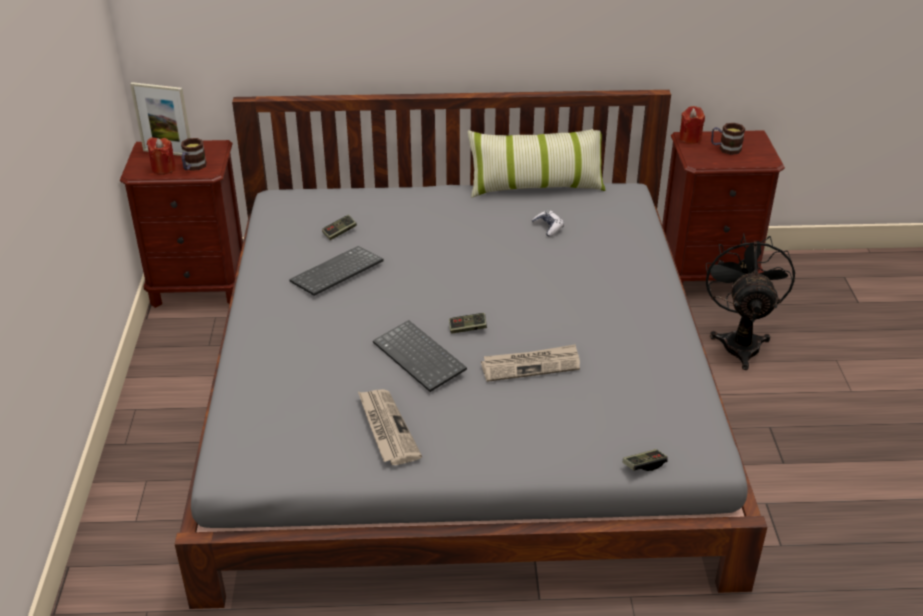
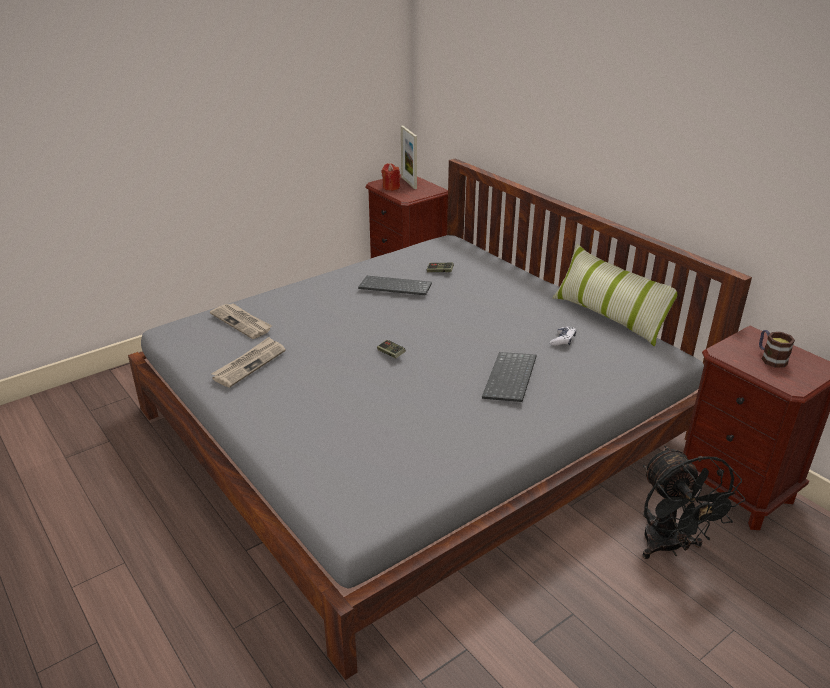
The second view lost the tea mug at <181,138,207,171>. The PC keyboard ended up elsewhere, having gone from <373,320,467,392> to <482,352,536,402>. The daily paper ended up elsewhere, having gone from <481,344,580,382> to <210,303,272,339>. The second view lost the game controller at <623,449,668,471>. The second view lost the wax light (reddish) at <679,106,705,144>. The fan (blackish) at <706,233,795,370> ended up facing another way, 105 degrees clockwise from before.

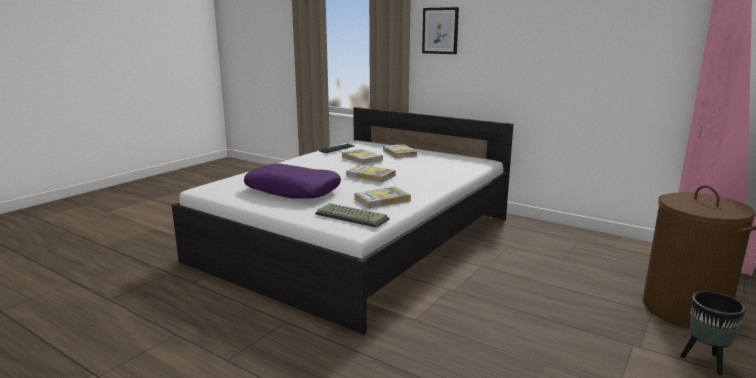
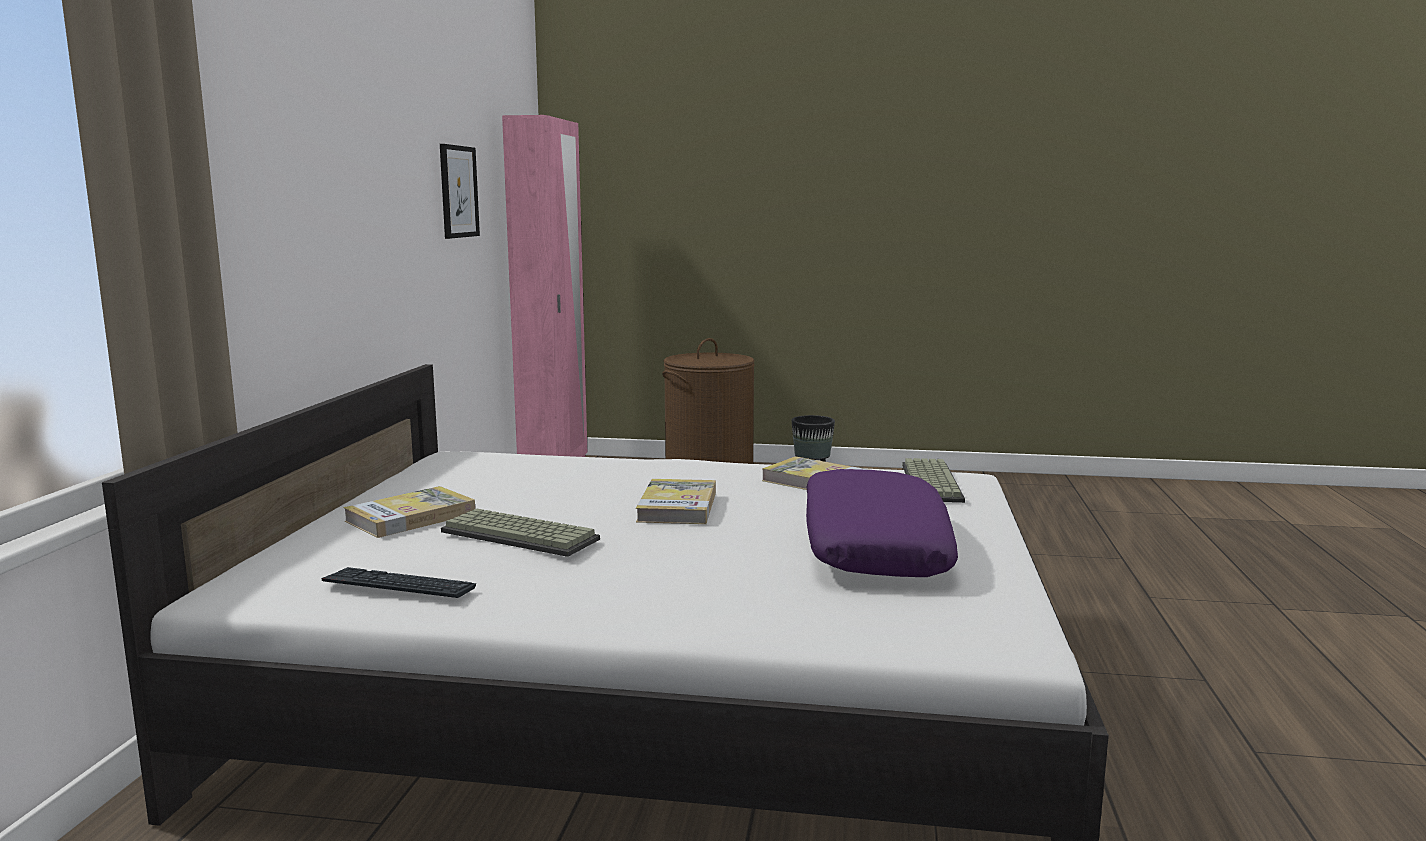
Where the book stood at <342,149,383,164>, the PC keyboard came to stand at <441,509,600,557>. The wall picture ended up elsewhere, having gone from <422,7,459,54> to <440,144,480,239>.

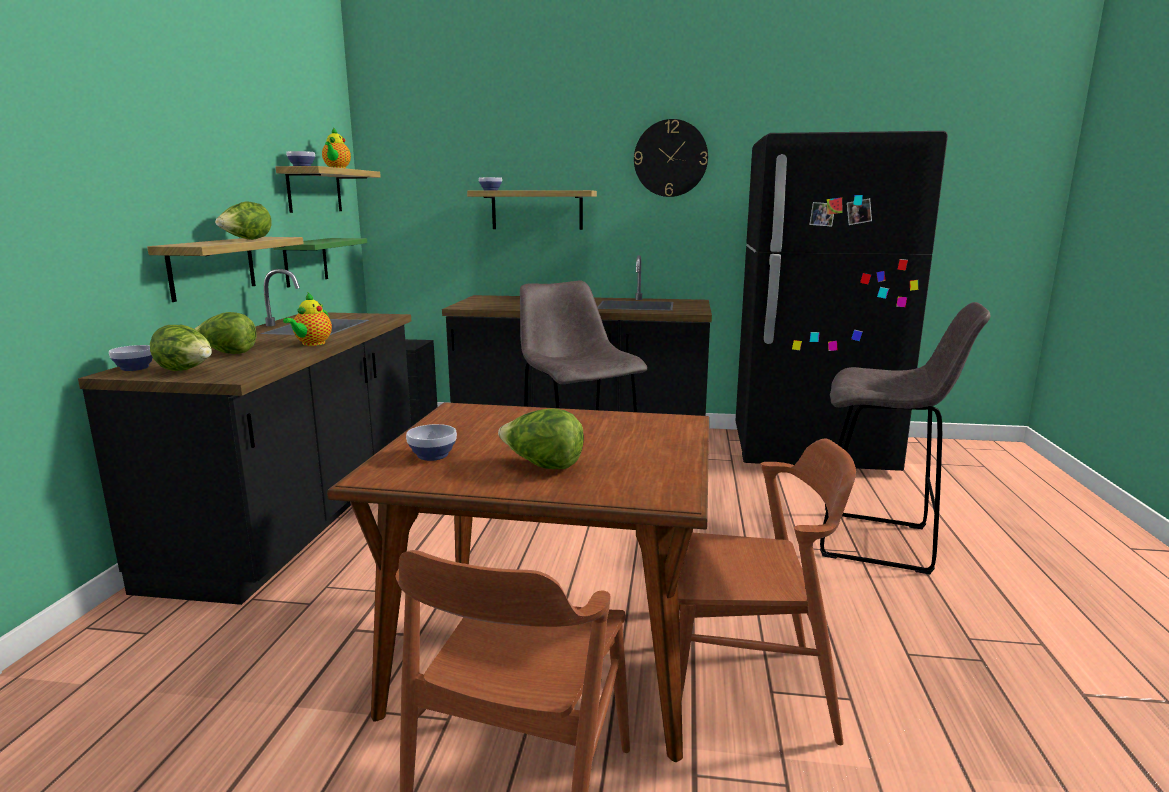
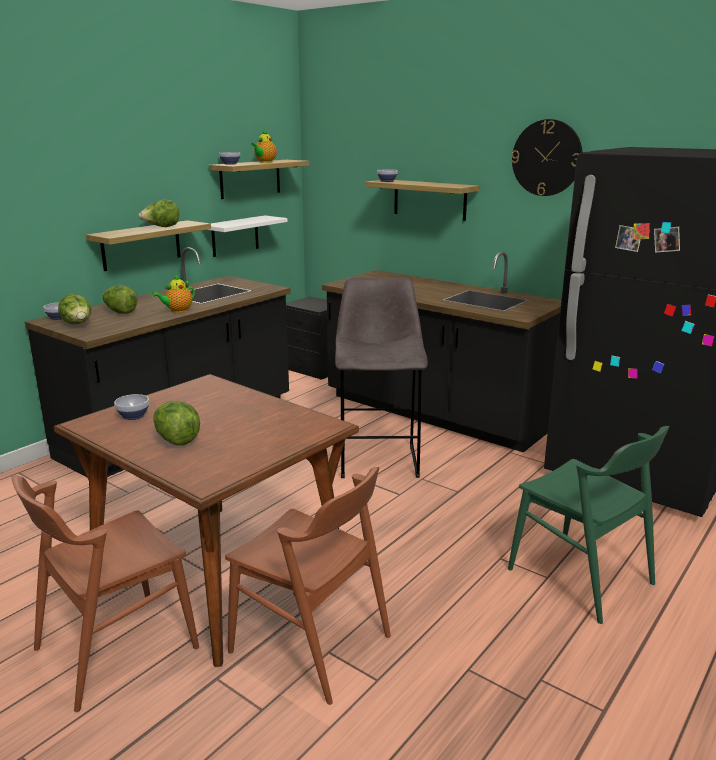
What was the wall shelf (greenish) at <273,238,367,288> turned into the wall shelf (white) at <207,215,288,257>. Where the sitting stool (grey) stood at <820,302,990,574>, the plain chair (greenish) came to stand at <508,426,669,624>.

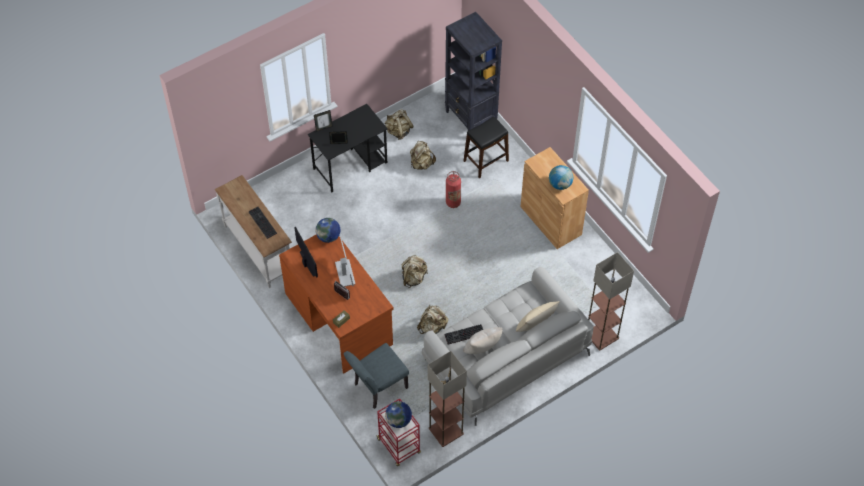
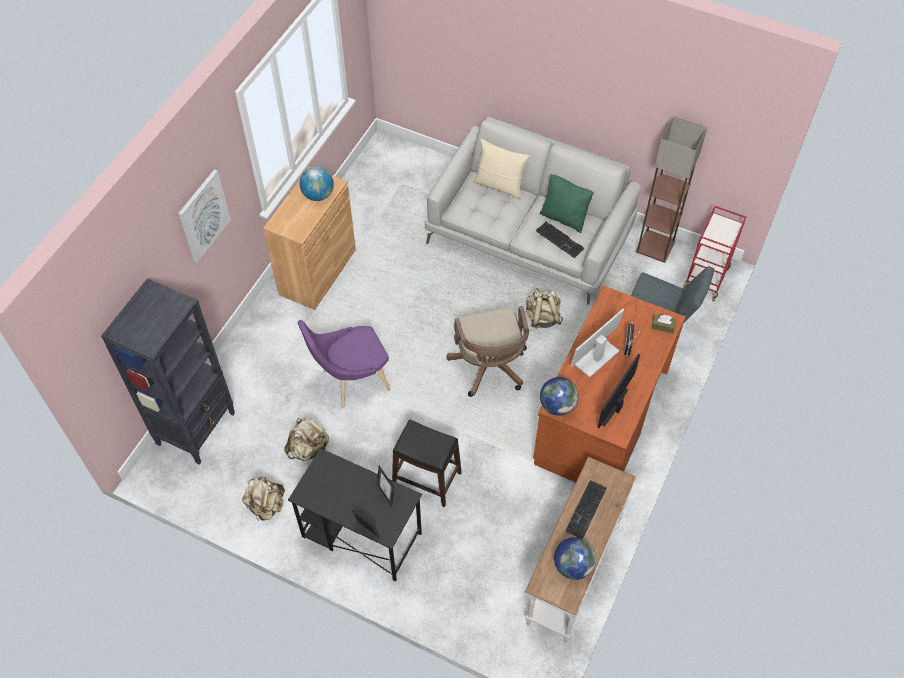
The desk globe ended up elsewhere, having gone from <385,401,412,428> to <554,537,596,580>. Where the knapsack (beige) stood at <402,255,428,288>, the office chair (brownish) came to stand at <446,306,529,397>. Where the extinguisher stood at <446,171,461,208>, the plain chair (purple-coloured) came to stand at <298,320,391,408>. The sitting stool (blackish) ended up elsewhere, having gone from <463,116,509,178> to <392,419,462,507>. What was the cushion (beige) at <463,327,503,354> turned into the cushion (greenish) at <540,174,594,233>. The second view lost the floor lamp at <588,252,634,351>. The second view gained the wall picture at <178,169,231,262>.

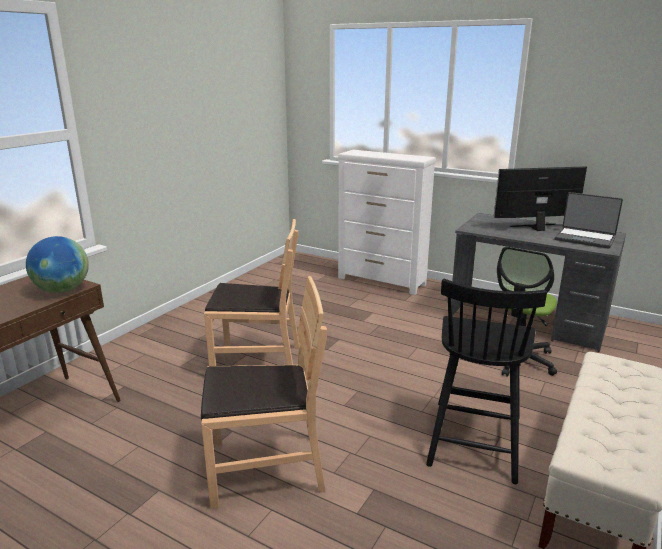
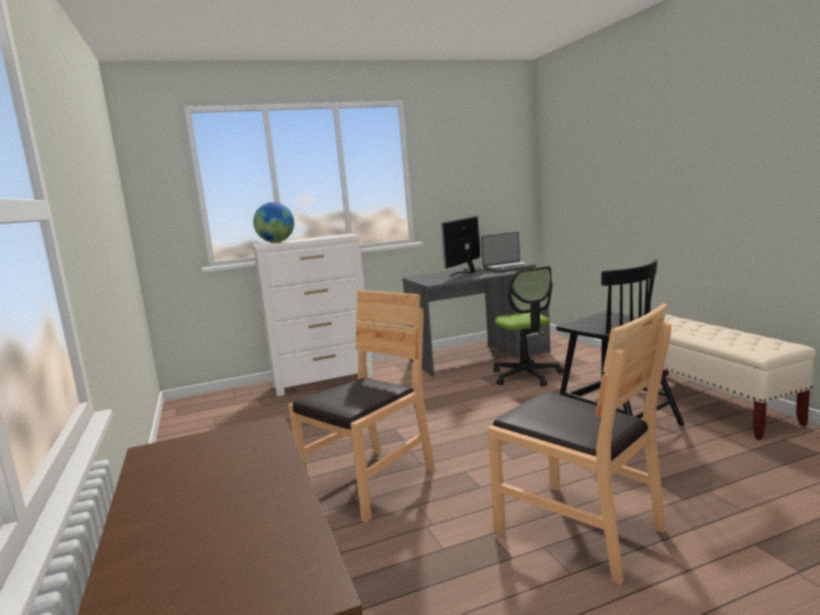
The desk globe ended up elsewhere, having gone from <26,236,89,293> to <253,202,294,242>. The plain chair (brownish) at <201,276,327,509> ended up facing another way, 105 degrees clockwise from before.

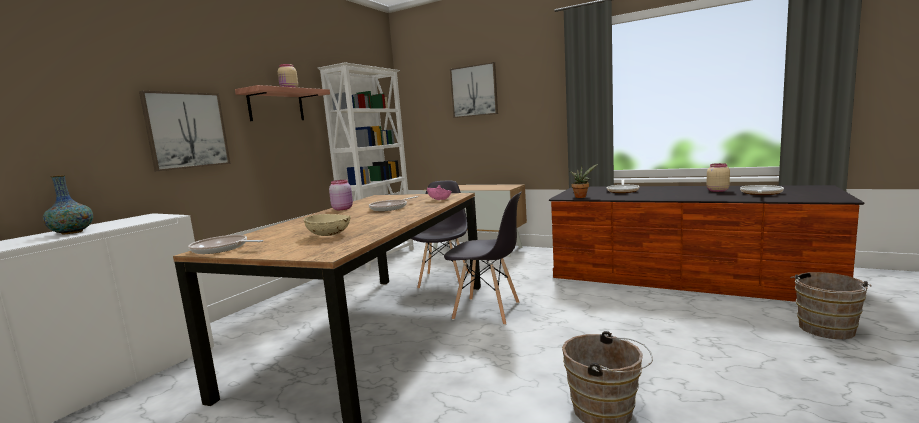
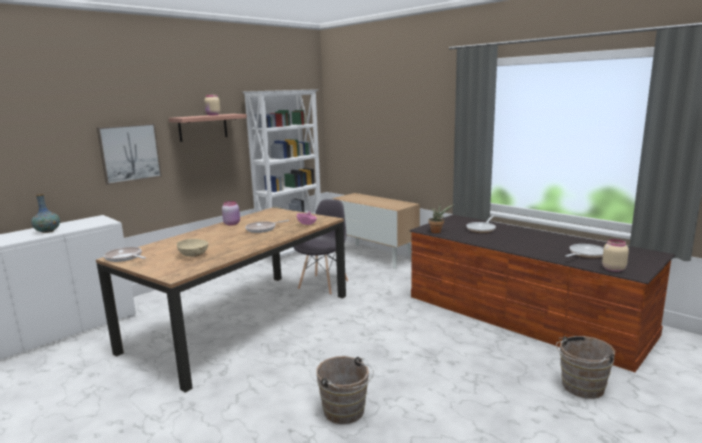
The second view lost the plain chair (grey) at <444,191,522,325>. The second view lost the wall picture at <450,62,498,118>. The jar (beige) ended up elsewhere, having gone from <706,163,730,192> to <602,239,629,272>.

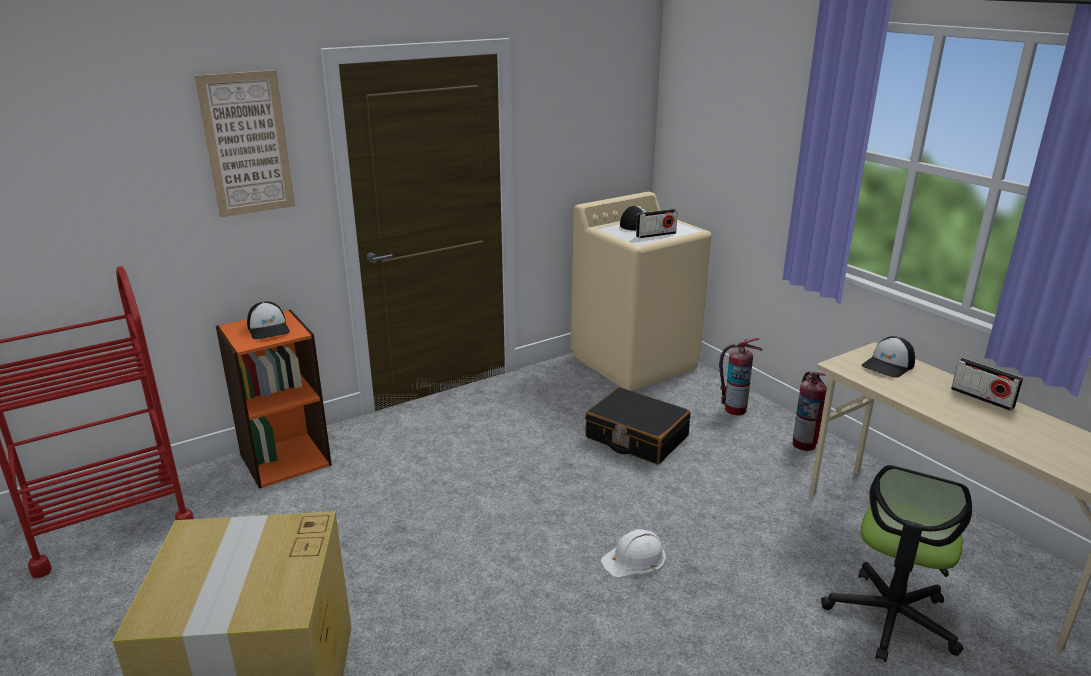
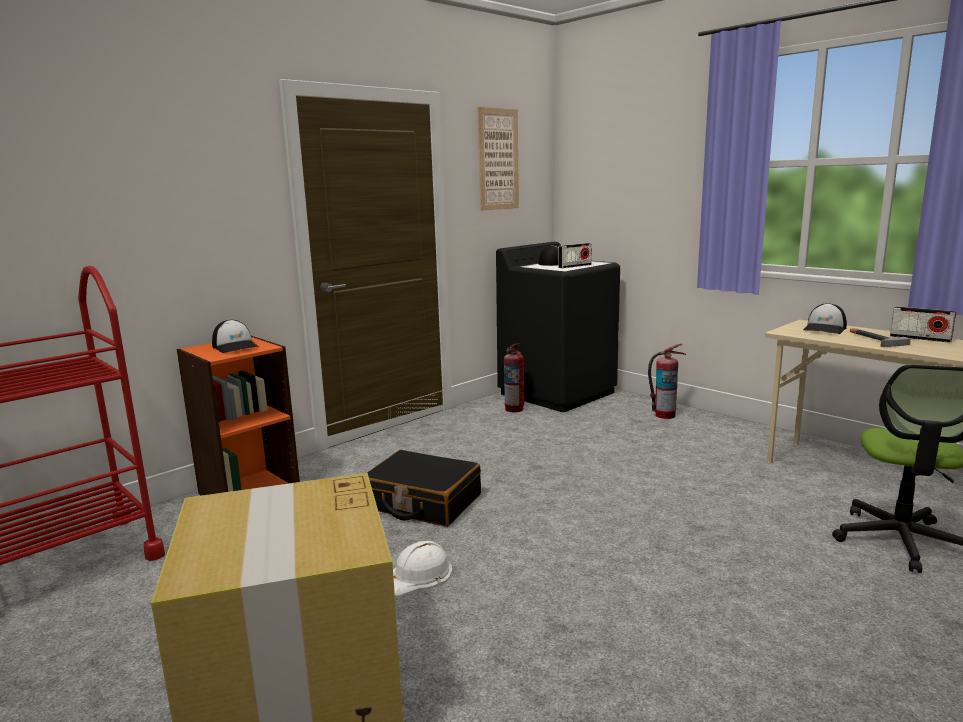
The wall picture ended up elsewhere, having gone from <194,70,295,218> to <477,107,519,211>. What was the laundry appliance (beige) at <570,192,712,391> turned into the laundry appliance (blackish) at <496,242,620,412>. The travel case (blackish) ended up elsewhere, having gone from <585,387,691,465> to <367,450,481,527>. The safety helmet (white) ended up elsewhere, having gone from <601,529,666,578> to <393,541,453,596>. The extinguisher ended up elsewhere, having gone from <793,371,827,451> to <504,343,524,412>. The second view gained the hand hammer at <850,328,911,347>.

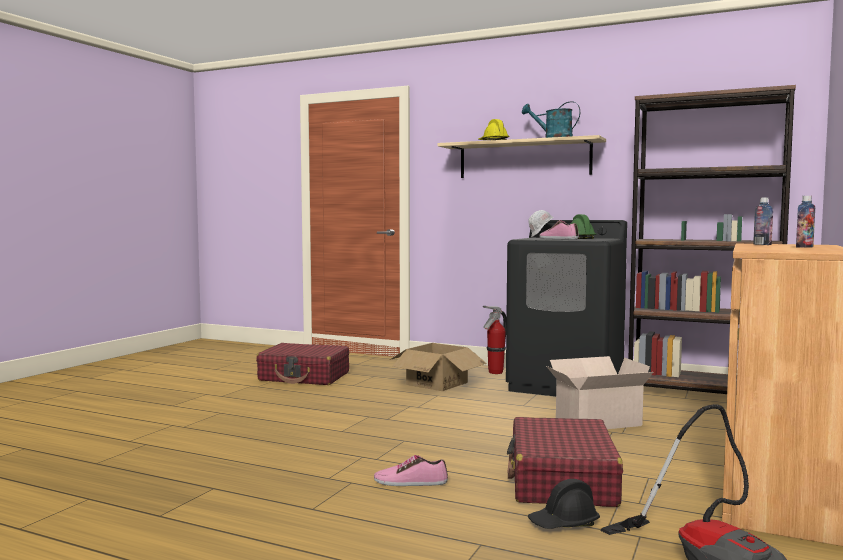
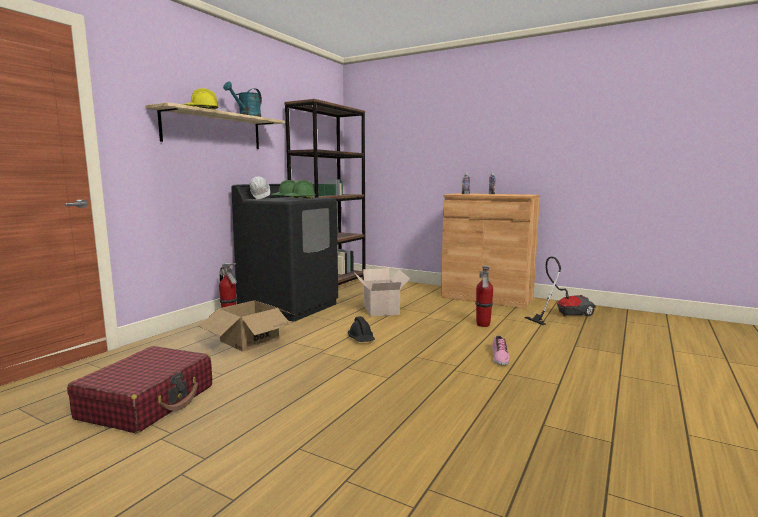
Where the travel case (reddish) stood at <507,417,623,507>, the extinguisher came to stand at <475,266,493,327>. The safety helmet (blackish) ended up elsewhere, having gone from <528,479,600,529> to <348,316,375,342>. Where the shoe stood at <539,220,579,240>, the safety helmet (greenish) came to stand at <284,180,316,199>.

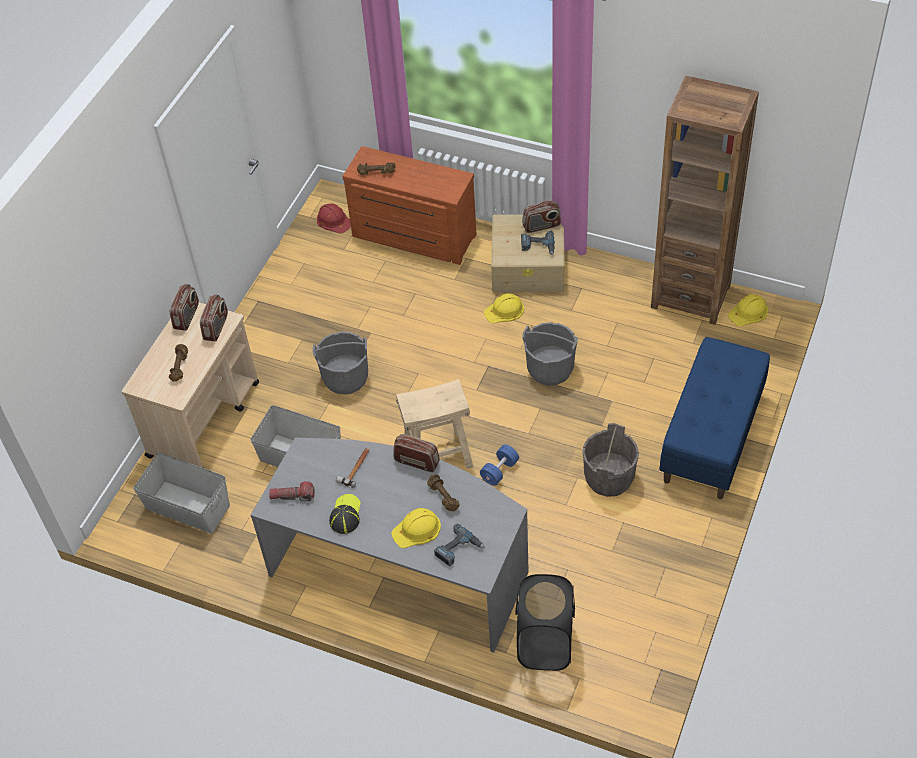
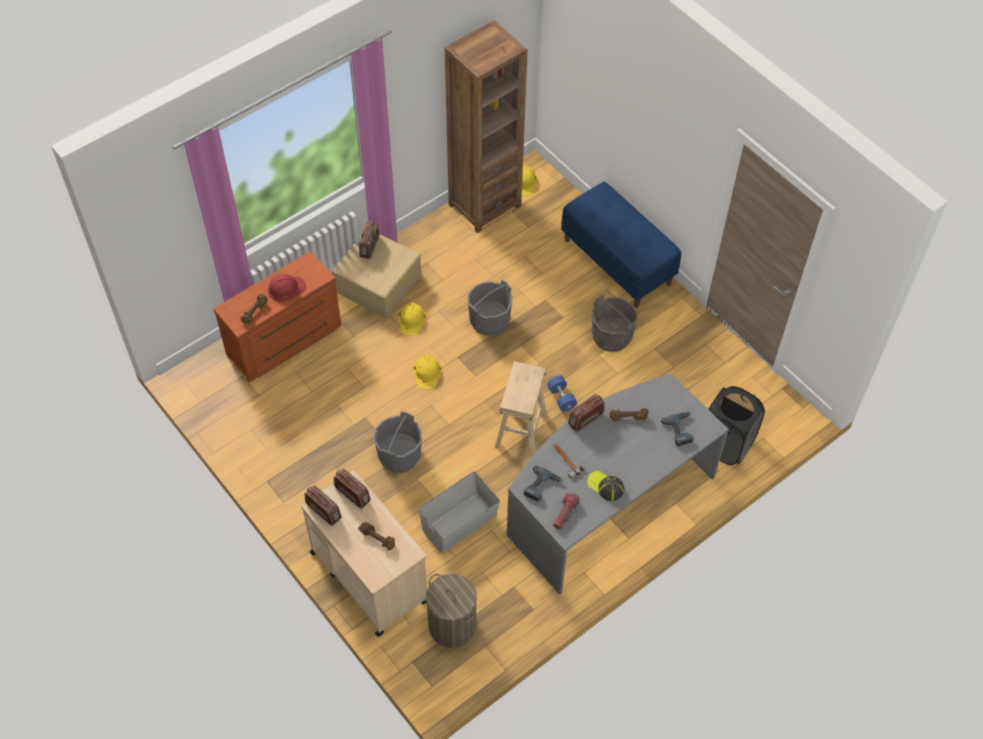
Where the storage box (grey) stood at <133,453,230,533>, the hamper came to stand at <426,574,477,648>. The safety helmet (reddish) ended up elsewhere, having gone from <317,203,351,233> to <268,274,306,302>. The safety helmet (yellow) ended up elsewhere, having gone from <391,508,441,548> to <413,355,442,390>. The drill ended up elsewhere, having gone from <521,231,555,255> to <524,465,564,502>.

